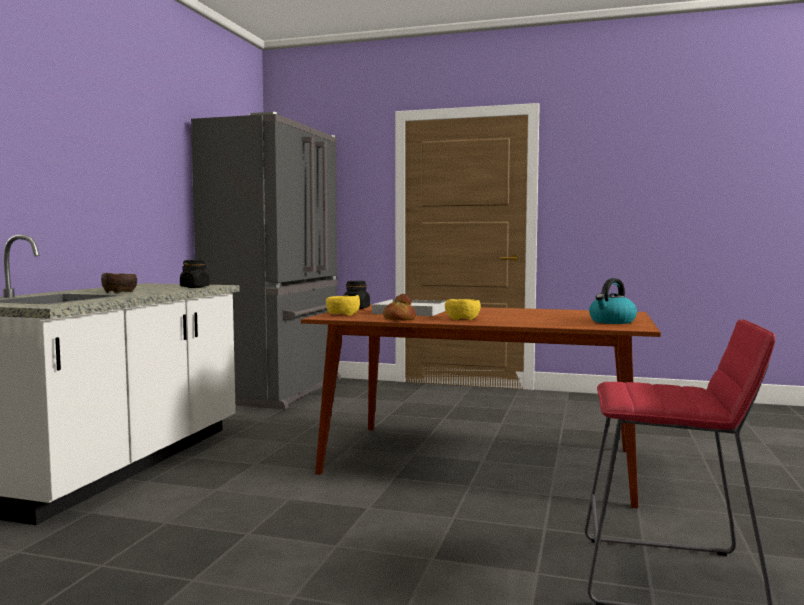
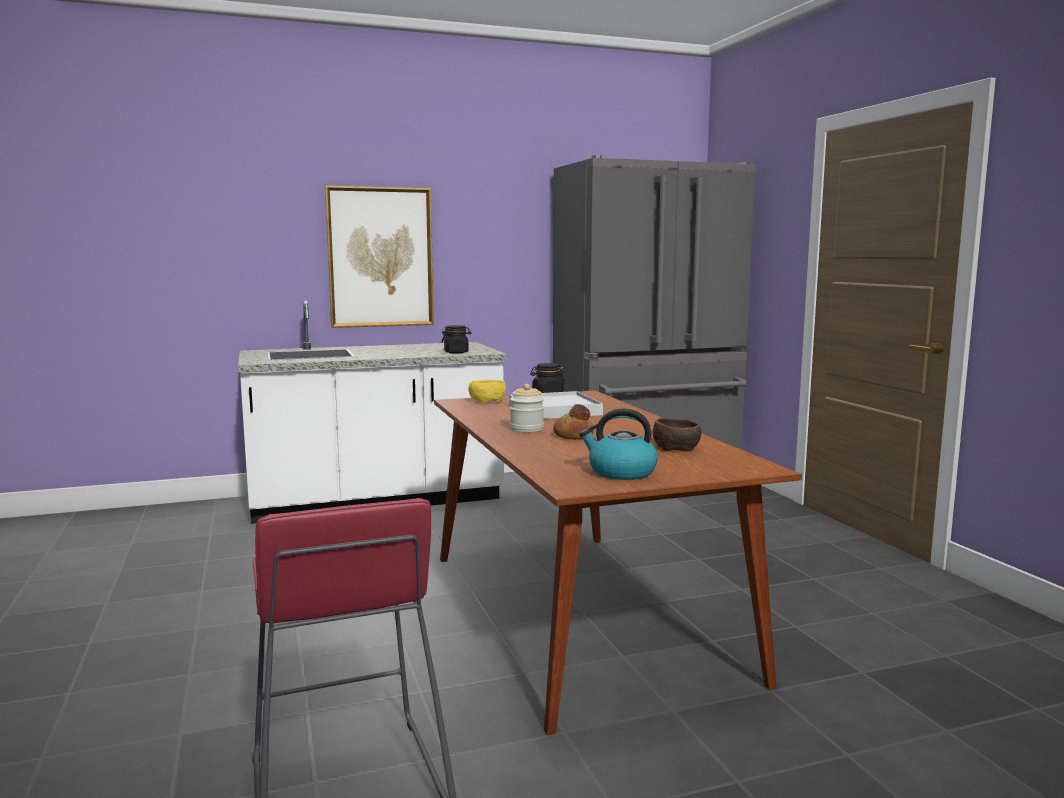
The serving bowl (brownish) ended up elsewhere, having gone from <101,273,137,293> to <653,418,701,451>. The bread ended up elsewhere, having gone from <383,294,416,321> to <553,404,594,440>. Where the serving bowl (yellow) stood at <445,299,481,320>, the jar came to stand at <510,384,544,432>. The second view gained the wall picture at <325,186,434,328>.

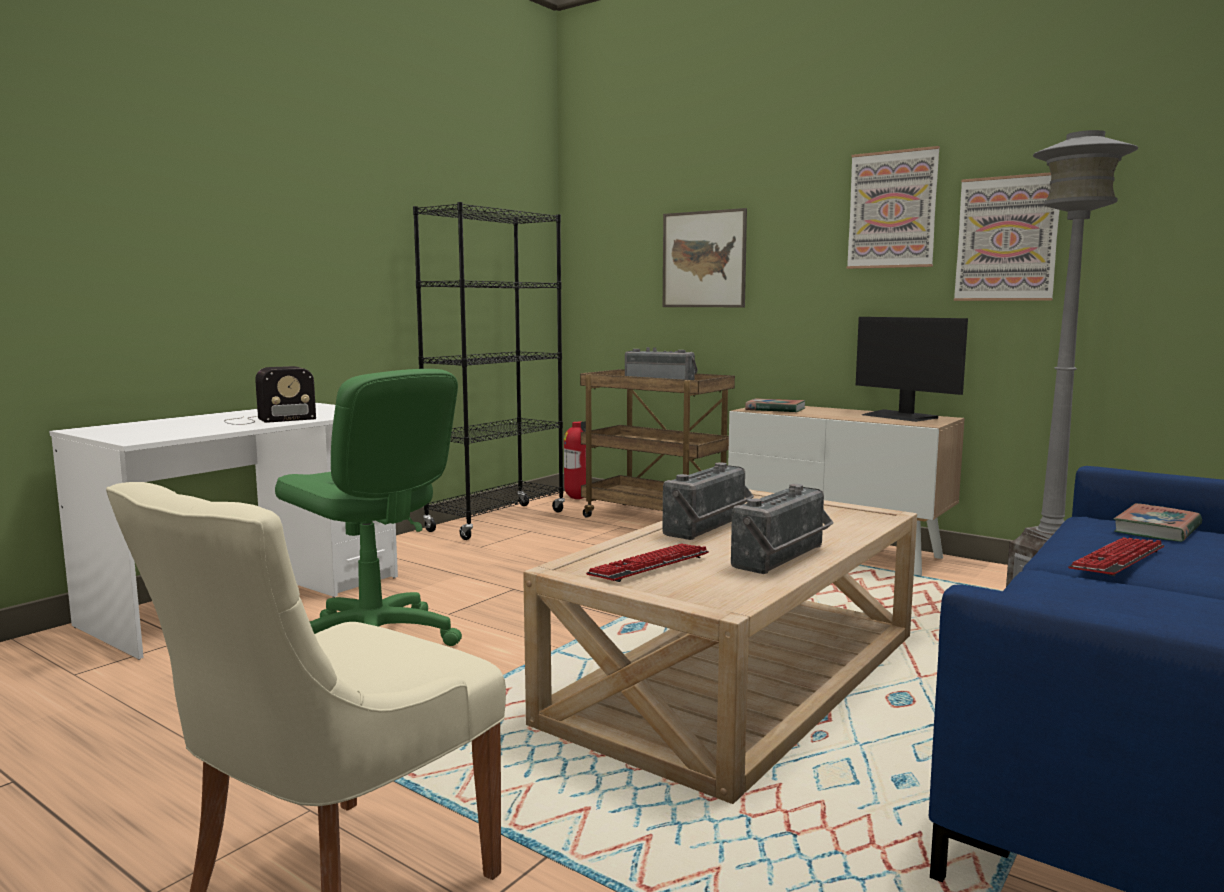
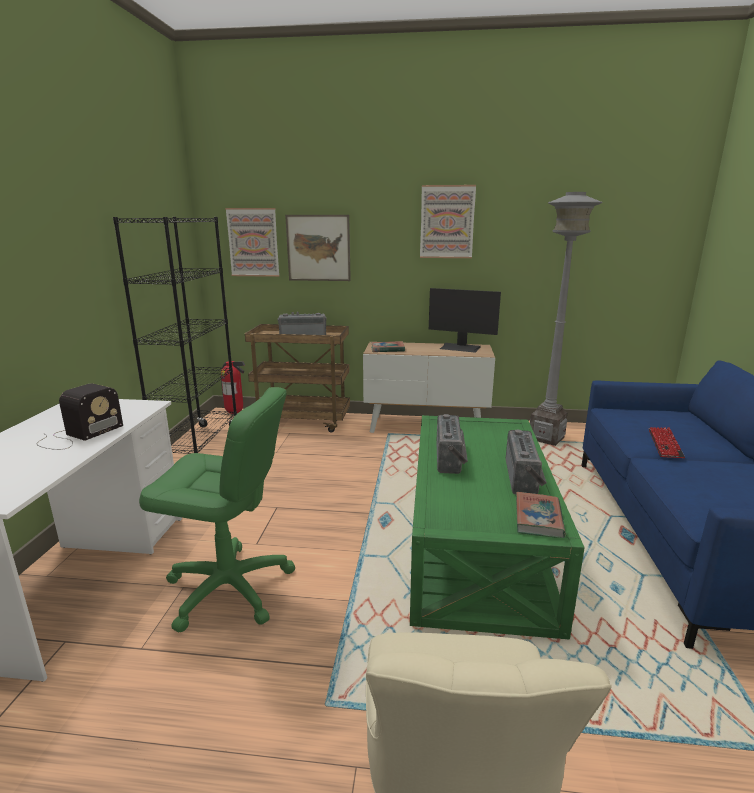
What was the coffee table (beige) at <523,490,917,804> turned into the coffee table (greenish) at <410,415,584,639>. The second view lost the PC keyboard at <586,543,709,582>. The wall picture ended up elsewhere, having gone from <954,172,1059,301> to <225,208,280,277>. The book ended up elsewhere, having gone from <1114,503,1202,542> to <516,492,565,538>.

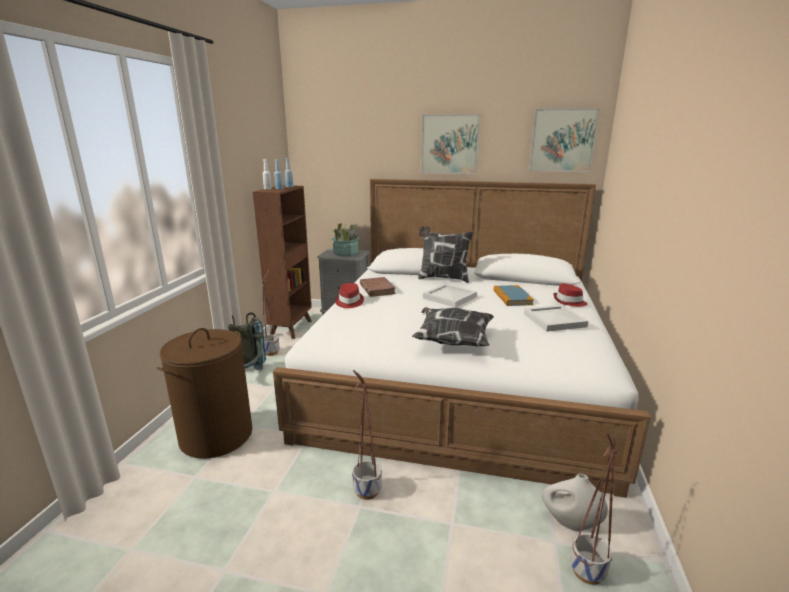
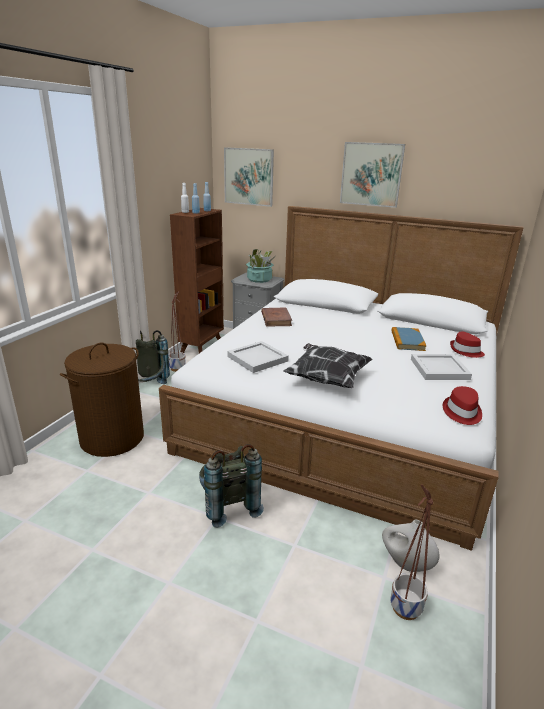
The wearable hat (reddish) ended up elsewhere, having gone from <335,283,364,308> to <443,386,482,425>. Where the plant pot stood at <352,370,382,500>, the knapsack (grey) came to stand at <199,444,264,528>. The second view lost the cushion at <418,226,473,283>. The tray (white) ended up elsewhere, having gone from <423,284,477,307> to <227,341,289,373>. The wall picture ended up elsewhere, having gone from <529,108,600,172> to <224,147,274,207>.

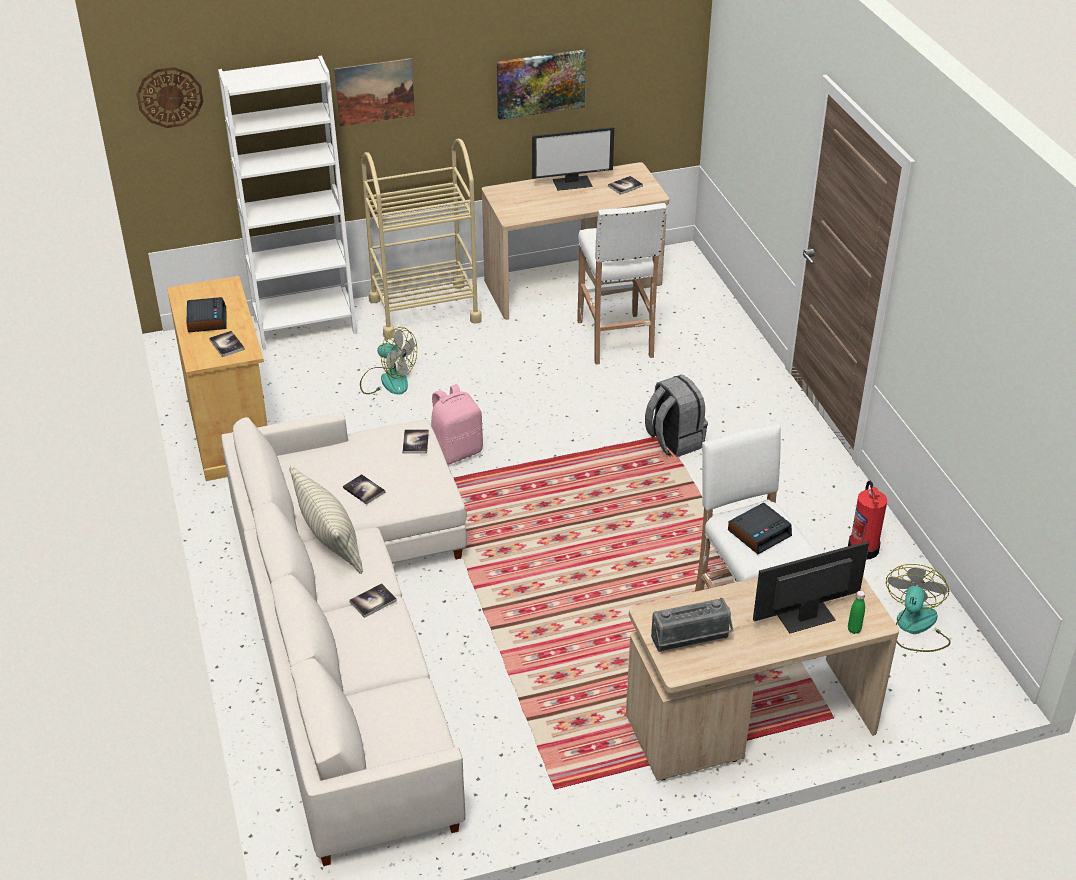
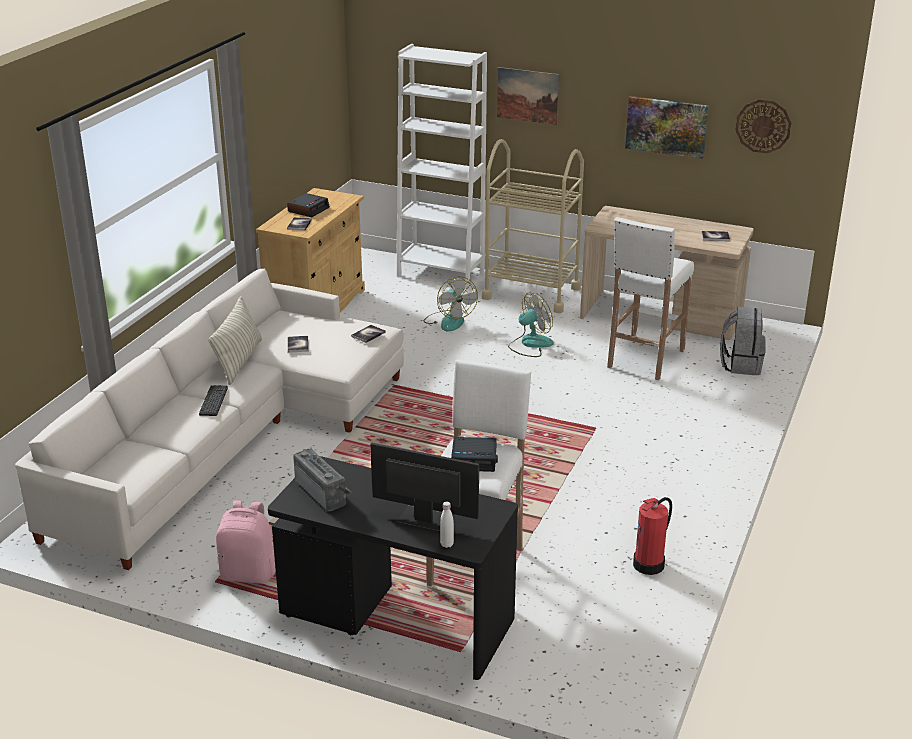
The wall clock ended up elsewhere, having gone from <136,67,204,128> to <735,99,791,153>. Where the book stood at <349,583,397,618>, the PC keyboard came to stand at <199,385,228,416>. The knapsack (pink) ended up elsewhere, having gone from <431,384,483,465> to <216,500,276,584>. The second view lost the monitor at <532,127,614,191>. What was the desk (beige) at <626,577,899,781> turned into the desk (blackish) at <268,456,518,680>. The knapsack (grey) ended up elsewhere, having gone from <645,375,708,457> to <720,307,766,375>. The radio receiver at <651,598,734,652> ended up facing another way, 150 degrees counterclockwise from before. What was the beverage bottle (greenish) at <848,591,865,634> turned into the beverage bottle (white) at <440,502,454,548>. The fan ended up elsewhere, having gone from <886,564,951,652> to <508,293,554,357>.

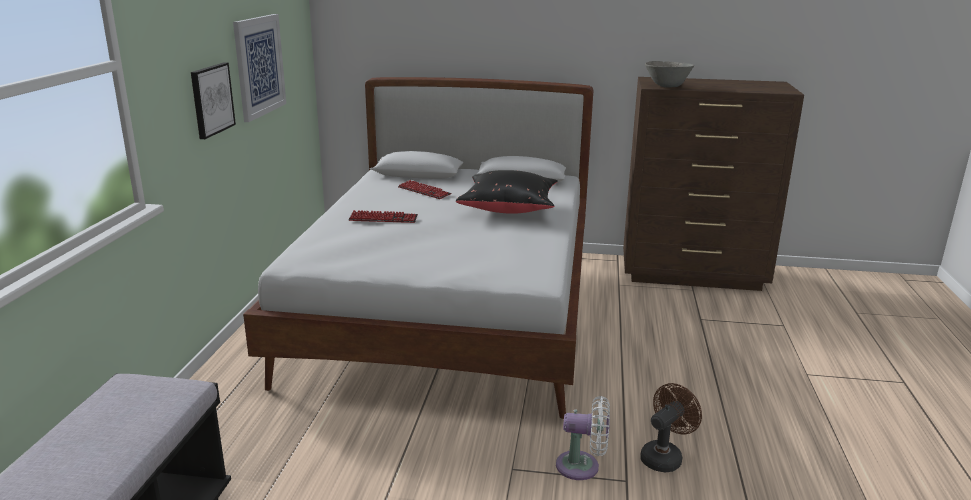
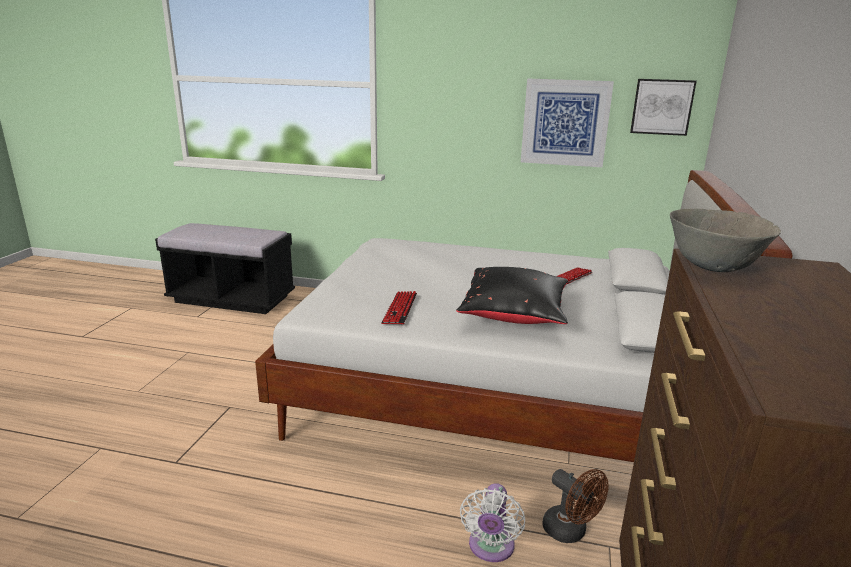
The wall picture ended up elsewhere, having gone from <191,63,236,139> to <630,79,697,136>. The PC keyboard ended up elsewhere, having gone from <349,210,418,223> to <382,291,417,324>. The fan (white) ended up elsewhere, having gone from <556,396,610,480> to <460,483,525,562>. The fan (brownish) ended up elsewhere, having gone from <640,383,702,473> to <542,469,609,543>.

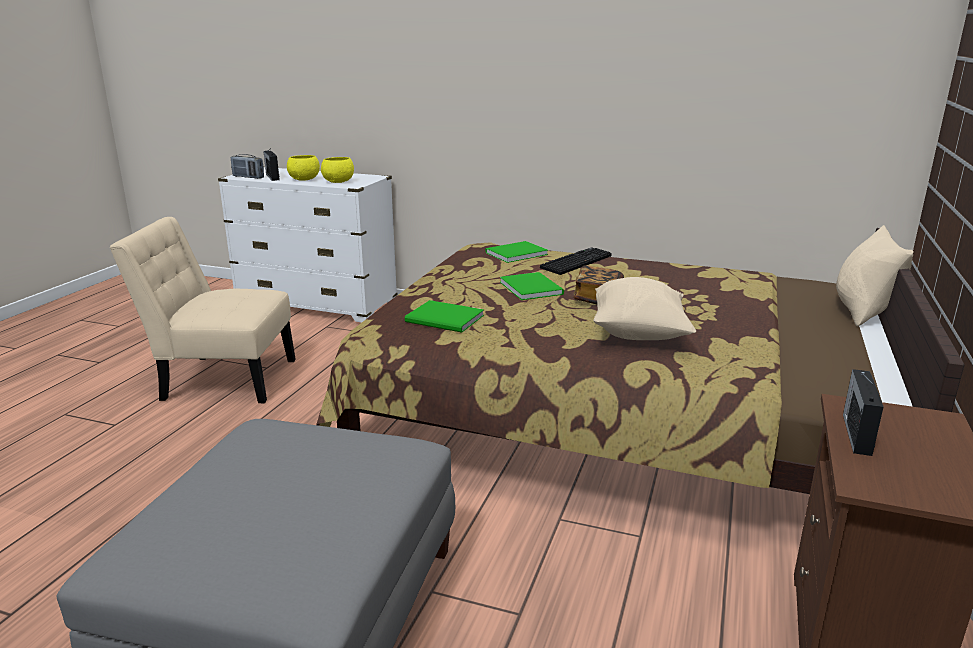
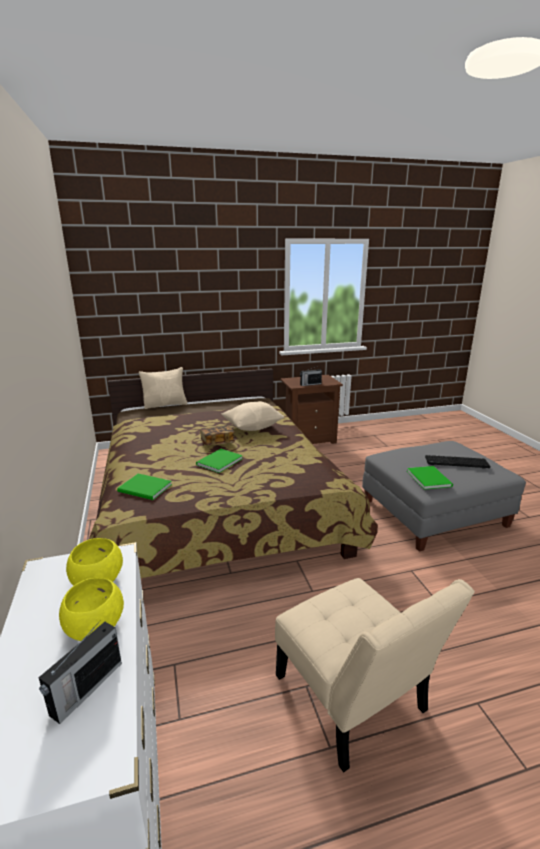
The second view lost the radio receiver at <231,154,264,179>. The book (greenish) ended up elsewhere, having gone from <405,300,484,333> to <407,466,453,490>. The PC keyboard ended up elsewhere, having gone from <540,247,612,275> to <425,455,490,469>.

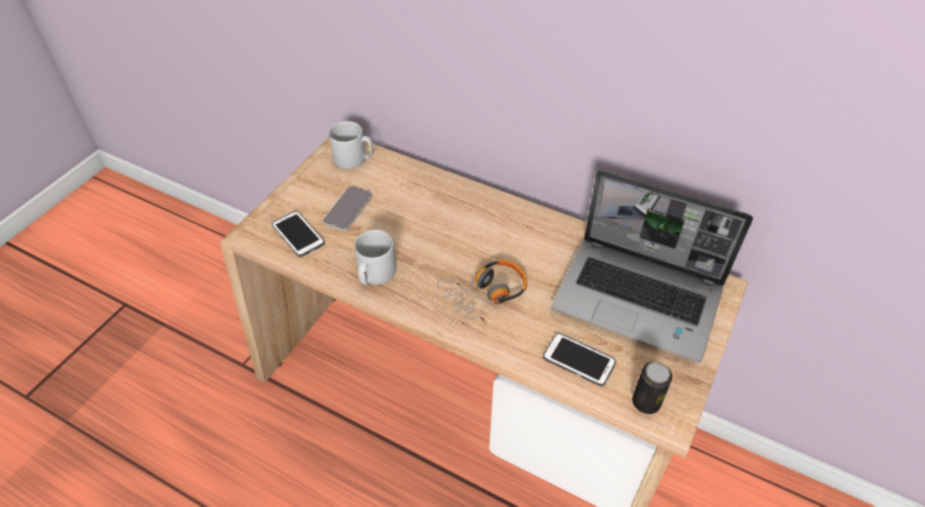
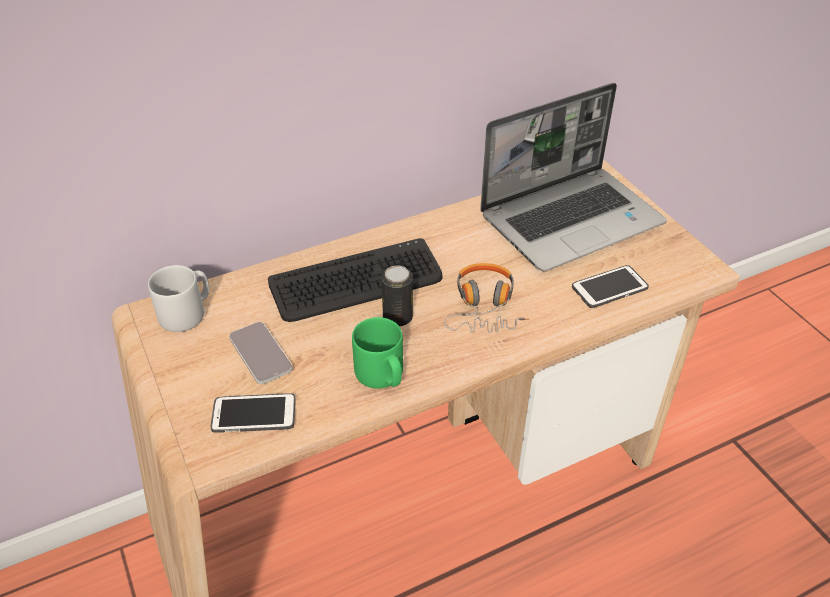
What was the tea mug (grey) at <354,230,396,285> turned into the tea mug (greenish) at <352,317,403,389>. The can ended up elsewhere, having gone from <632,362,672,414> to <381,265,413,327>. The second view gained the PC keyboard at <268,238,443,322>.

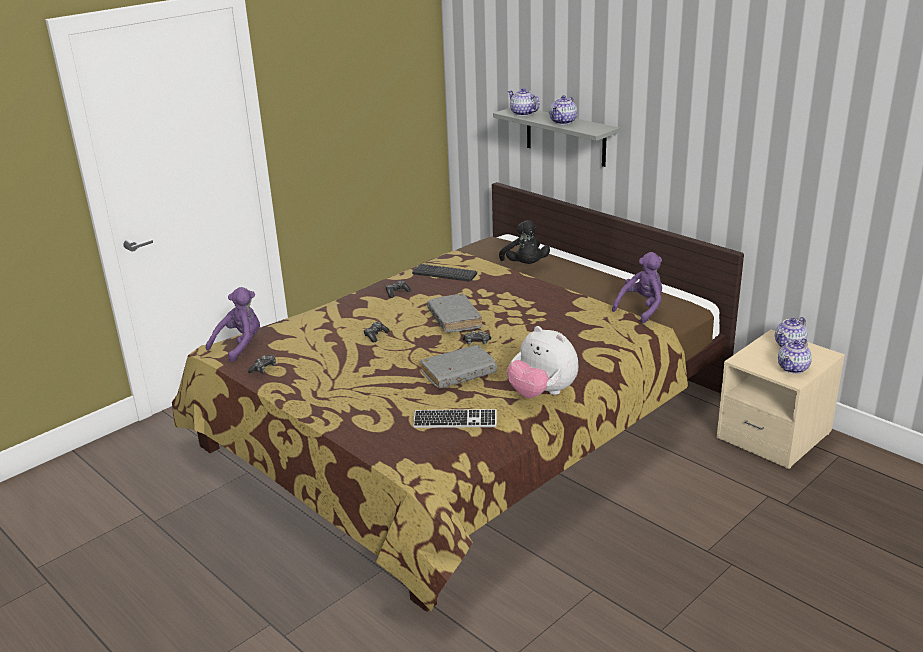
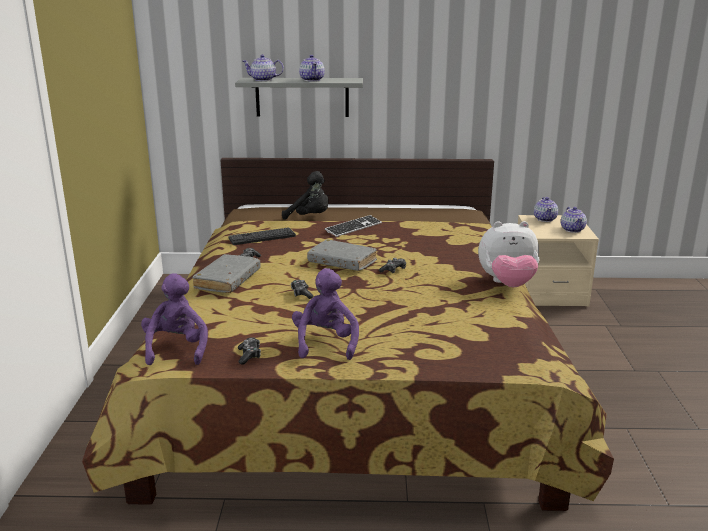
The PC keyboard ended up elsewhere, having gone from <413,409,497,428> to <325,215,382,237>. The book (grey) ended up elsewhere, having gone from <420,345,497,389> to <192,254,260,293>. The soft toy (purple-coloured) ended up elsewhere, having gone from <612,252,662,323> to <292,268,359,360>.

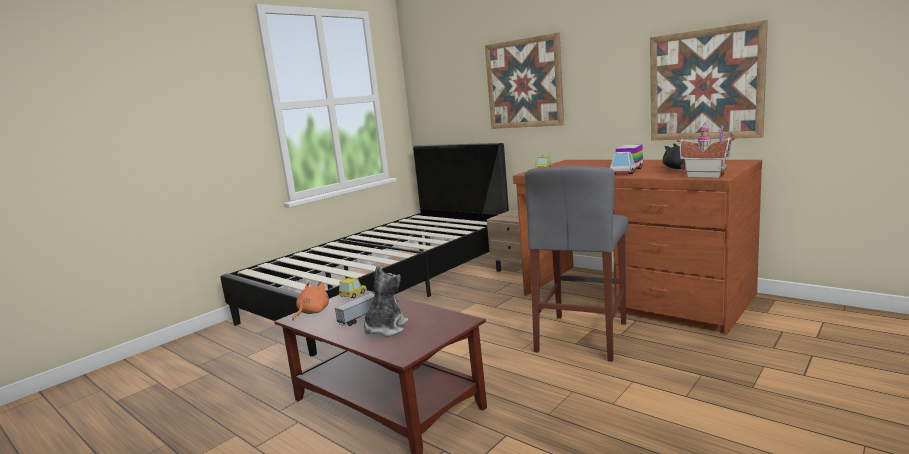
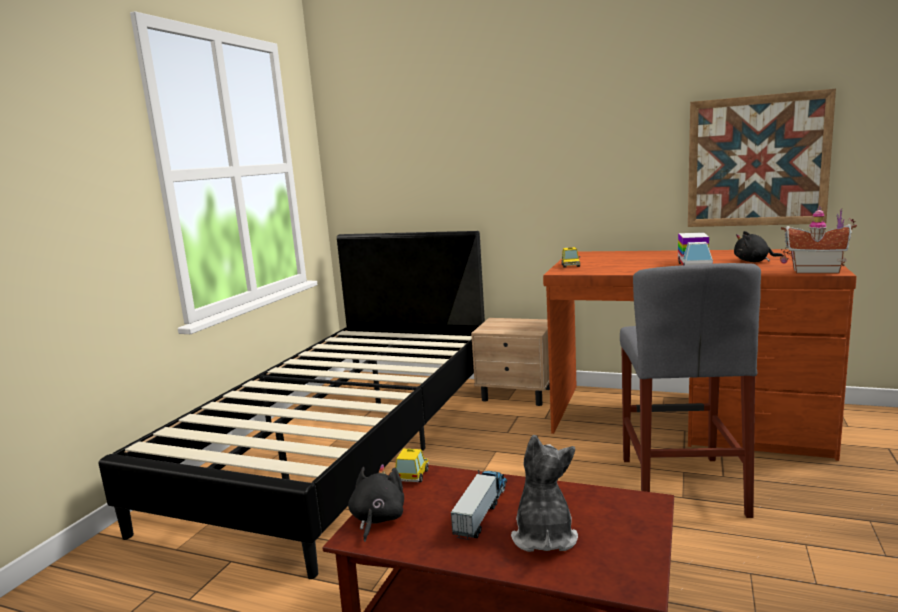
What was the soft toy (orange-coloured) at <292,281,329,320> turned into the soft toy (blackish) at <348,464,404,542>. The second view lost the wall picture at <485,33,564,129>.

